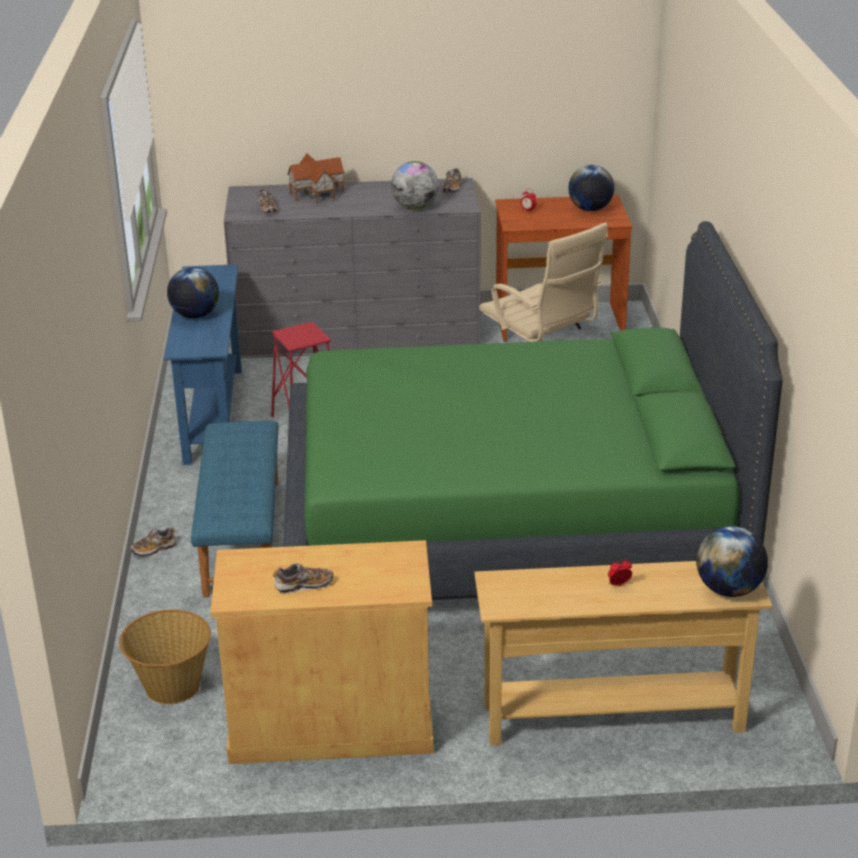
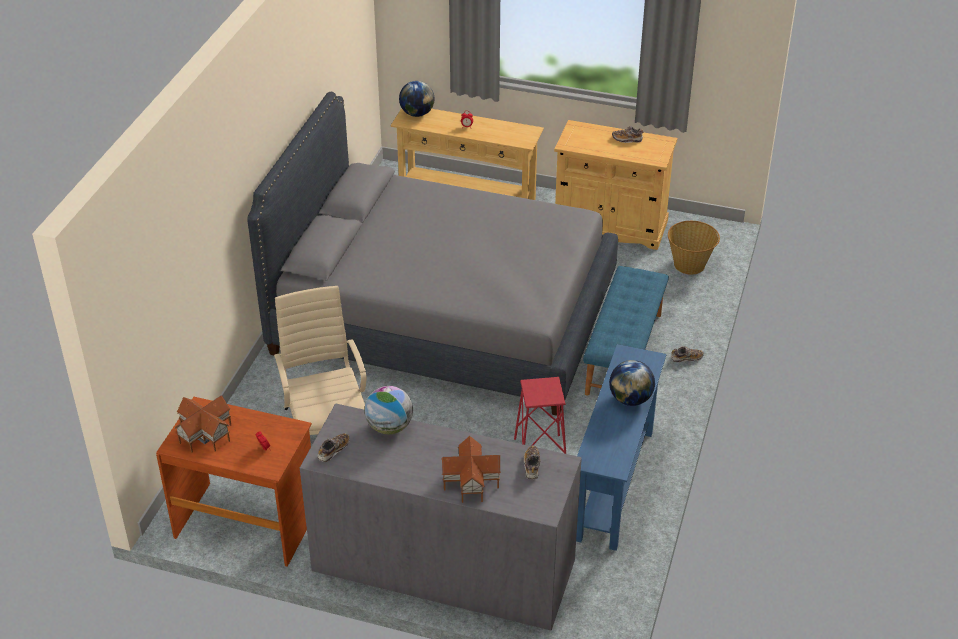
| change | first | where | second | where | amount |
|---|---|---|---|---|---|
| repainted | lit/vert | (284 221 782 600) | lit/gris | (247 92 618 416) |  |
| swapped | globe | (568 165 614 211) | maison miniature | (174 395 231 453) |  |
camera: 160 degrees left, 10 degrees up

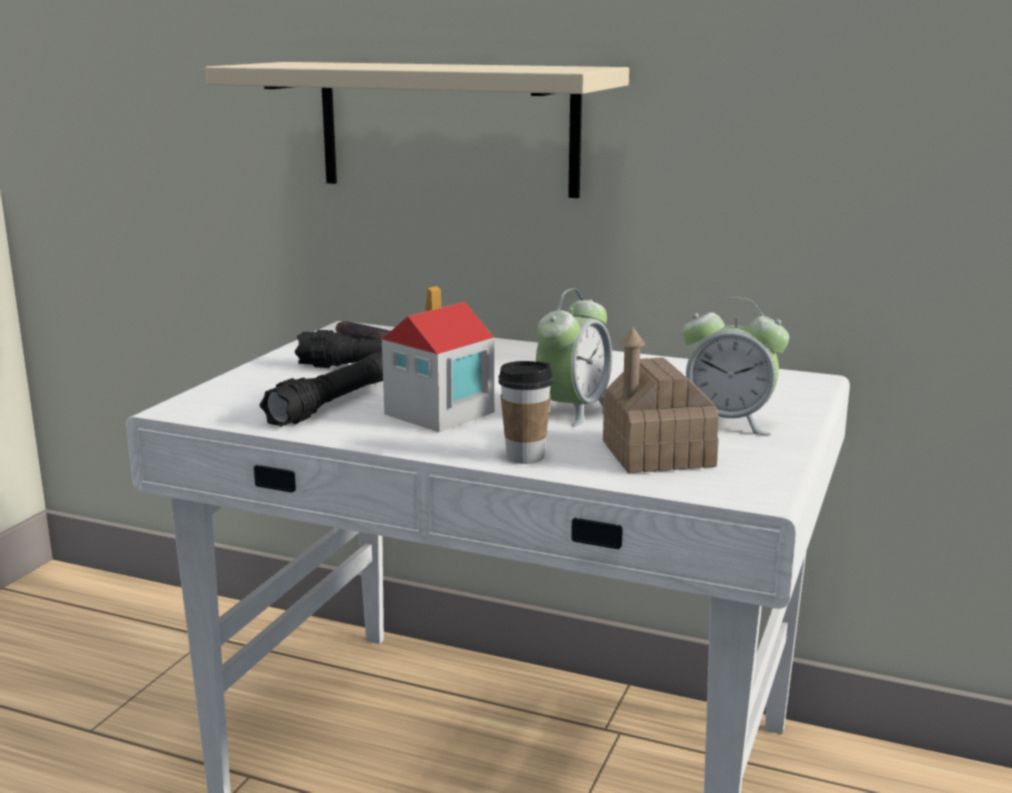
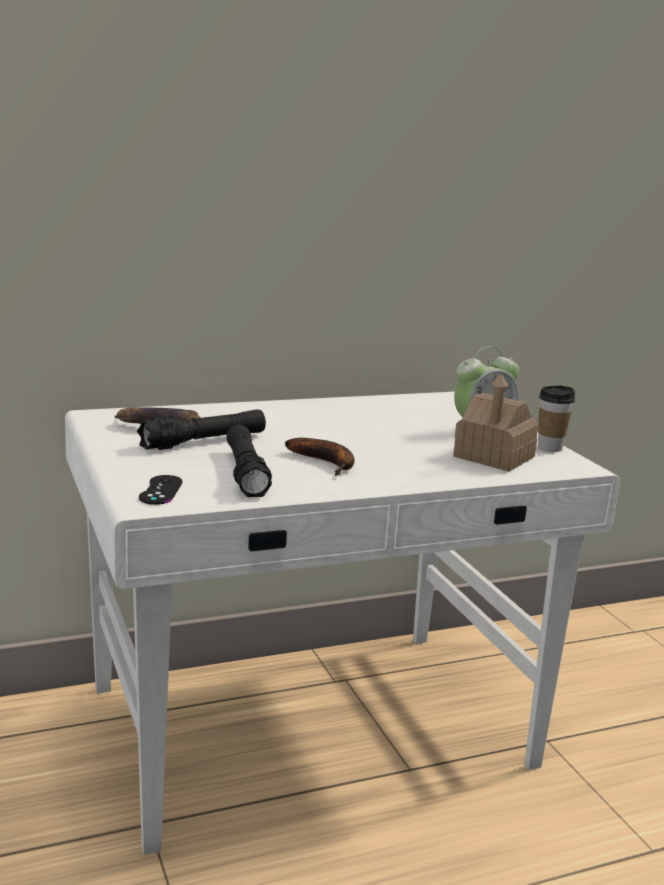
| change | first | where | second | where | amount |
|---|---|---|---|---|---|
| gone | étagère/beige | (205 62 629 198) |  |  |  |
| swapped | maison miniature | (382 286 494 432) | banane | (285 438 354 476) |  |
| shifted | tasse | (498 361 553 464) |  | (538 386 575 452) |  |
| gone | réveil | (536 289 612 427) |  |  |  |
| new |  |  | manette/noir | (139 475 183 505) |  |
camera: 45 degrees left, 0 degrees up

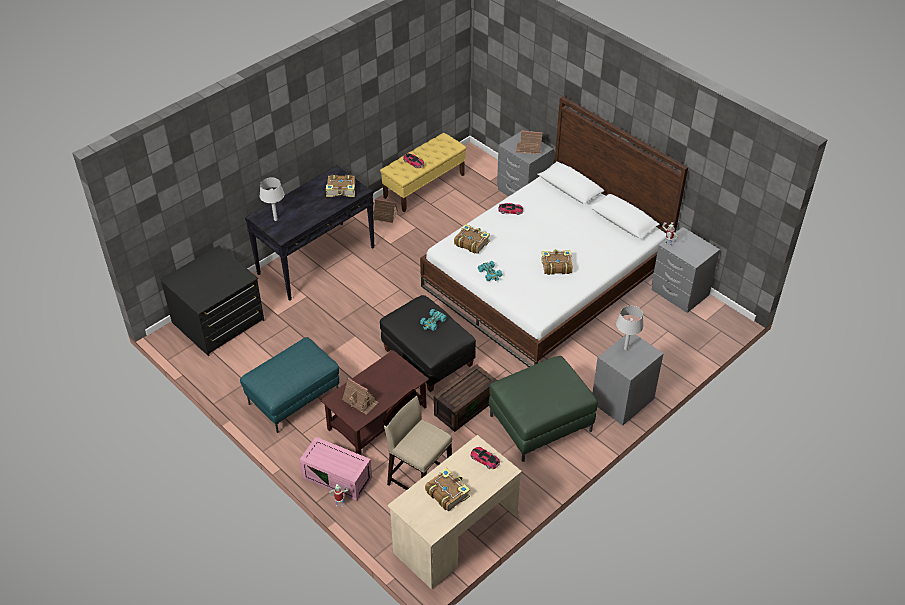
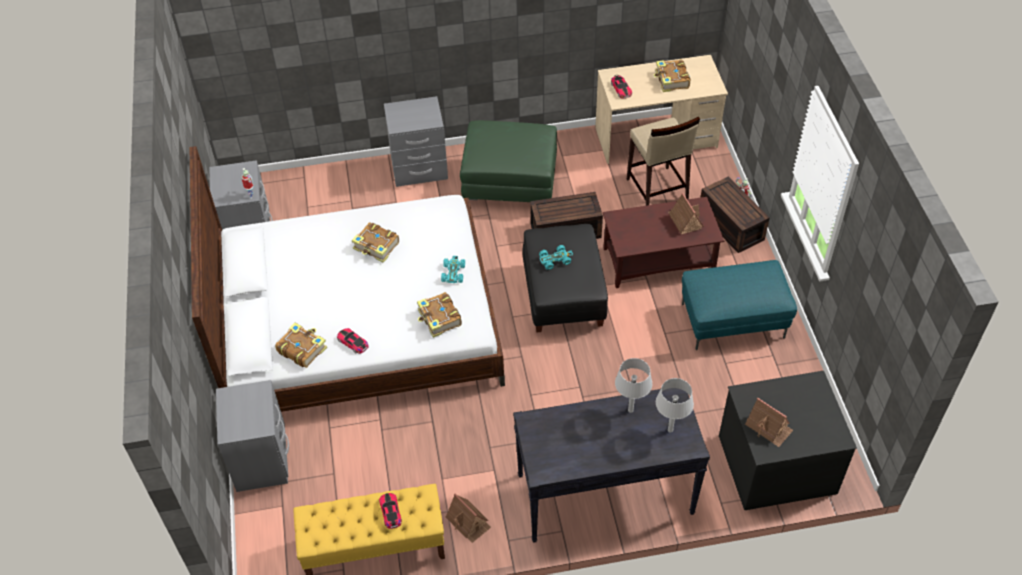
| change | first | where | second | where | amount |
|---|---|---|---|---|---|
| repainted | boîte de rangement/rose | (299 437 372 501) | boîte de rangement/marron | (701 176 769 253) |  |
| shifted | livre | (326 175 355 197) |  | (275 323 327 368) |  |
| shifted | maison miniature | (516 131 543 155) |  | (745 397 793 447) |  |
| shifted | lampe de table/gris | (616 306 644 350) |  | (615 358 652 413) |  |
camera: 145 degrees left, 5 degrees up

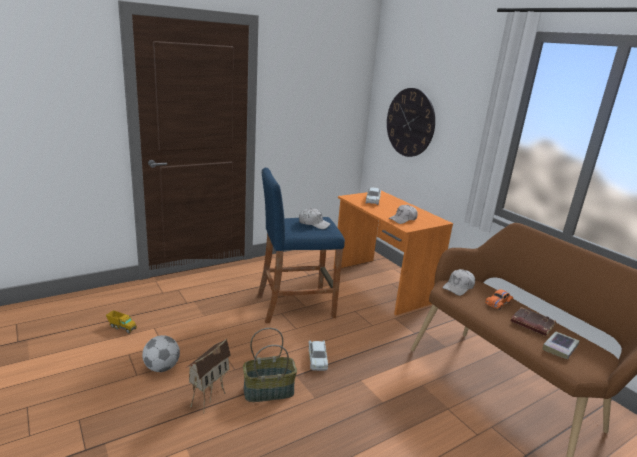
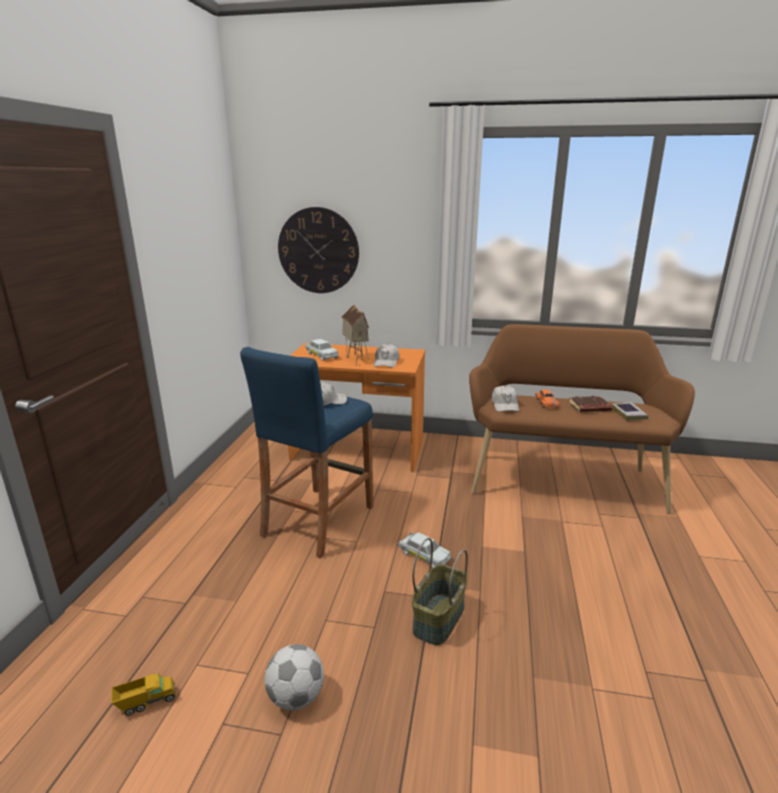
| change | first | where | second | where | amount |
|---|---|---|---|---|---|
| shifted | maison miniature | (186 339 231 413) |  | (341 304 370 366) |  |
camera: 45 degrees left, 0 degrees up

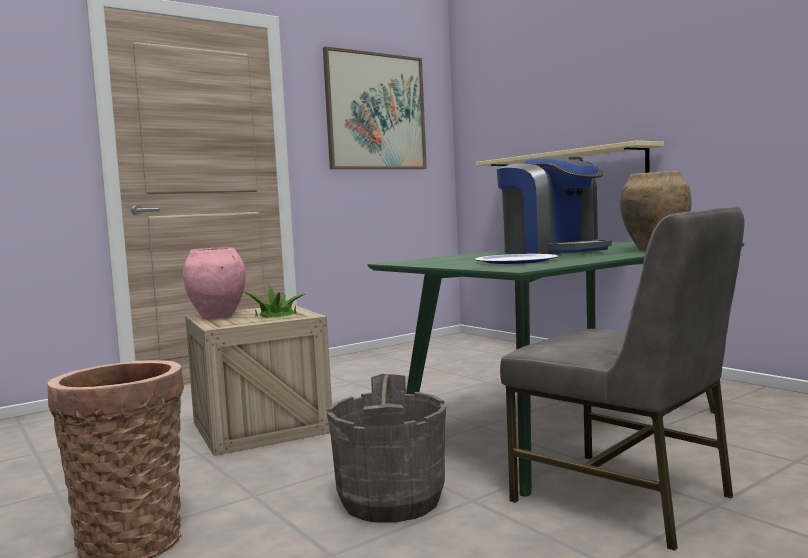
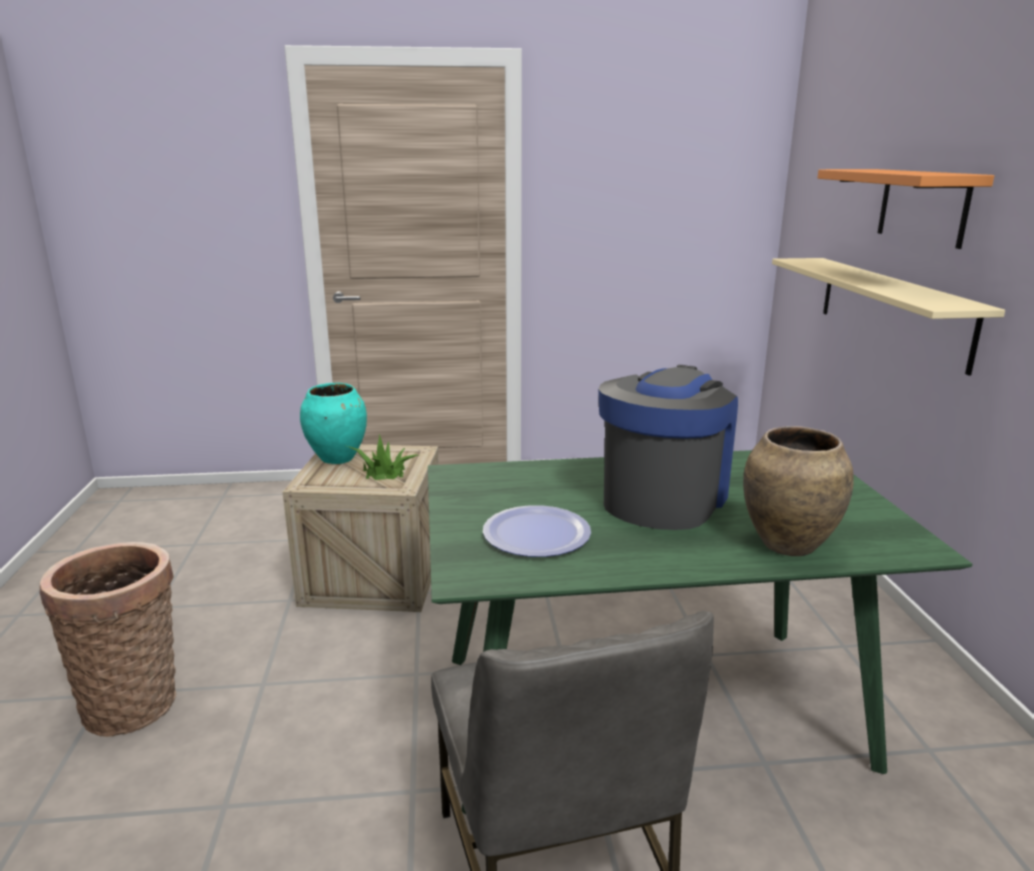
| change | first | where | second | where | amount |
|---|---|---|---|---|---|
| repainted | vase/rose | (183 247 246 319) | vase/turquoise | (300 383 367 464) |  |
| gone | tableau | (323 47 427 169) |  |  |  |
| gone | seau/gris | (327 374 446 523) |  |  |  |
| rotated | machine à café | (497 156 612 254) |  | (598 365 738 530) | 150 degrees counterclockwise |
| new |  |  | étagère/orange | (817 169 994 249) |  |
camera: 30 degrees right, 15 degrees up

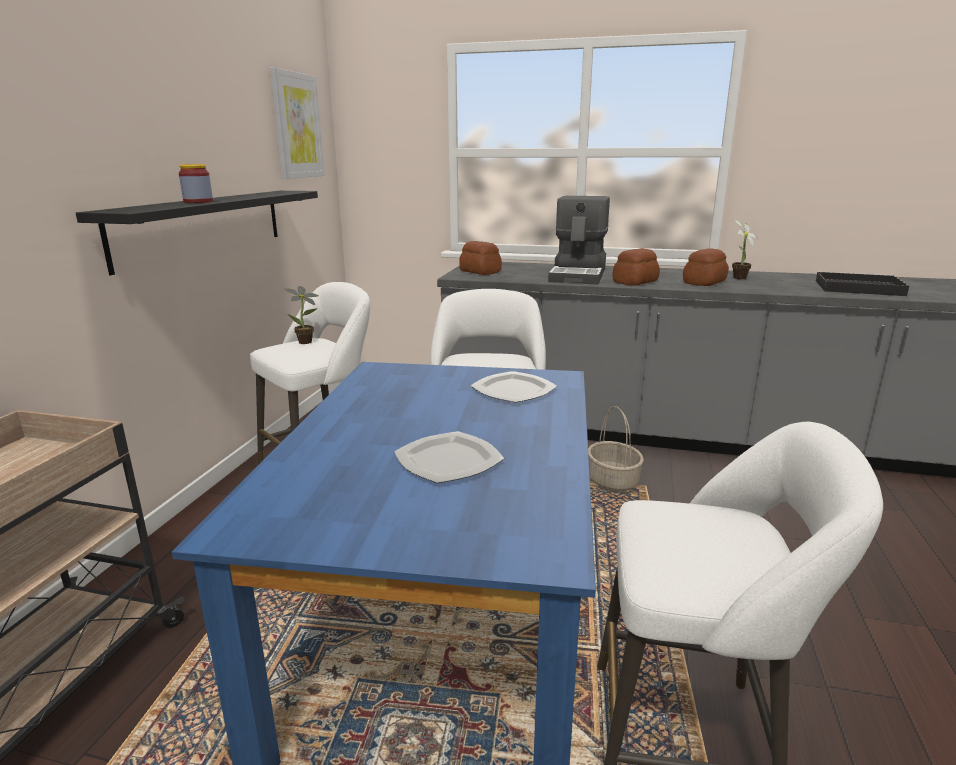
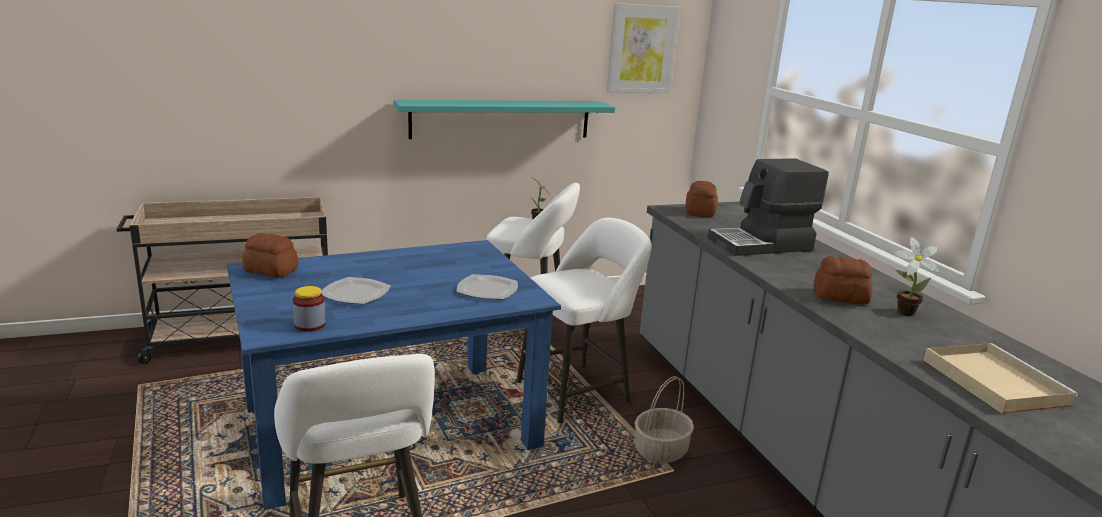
| change | first | where | second | where | amount |
|---|---|---|---|---|---|
| repainted | étagère/noir | (76 191 318 275) | étagère/turquoise | (393 100 615 139) |  |
| shifted | bocal | (179 164 213 203) |  | (293 286 326 332) |  |
| shifted | pain | (612 248 660 286) |  | (242 233 298 278) |  |
| repainted | plateau/noir | (816 271 909 296) | plateau/beige | (924 343 1078 414) |  |
camera: 55 degrees right, 0 degrees up

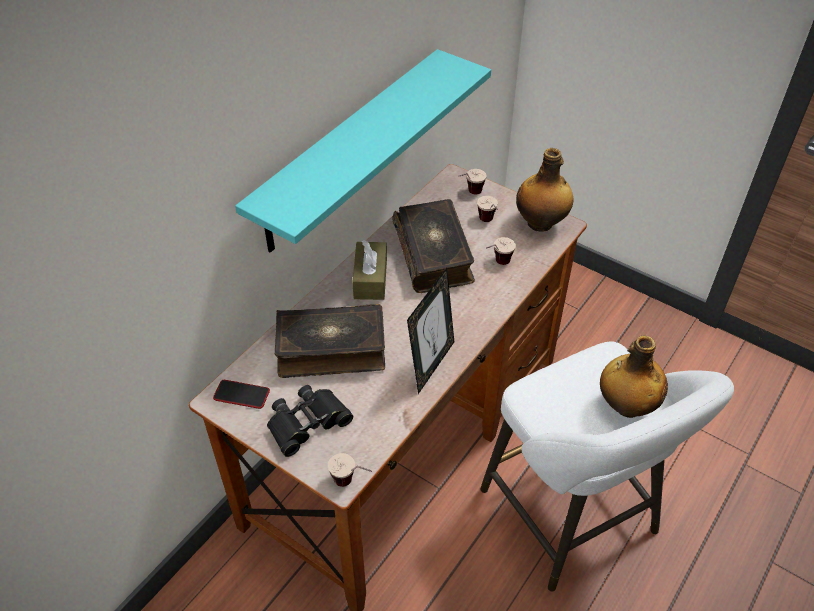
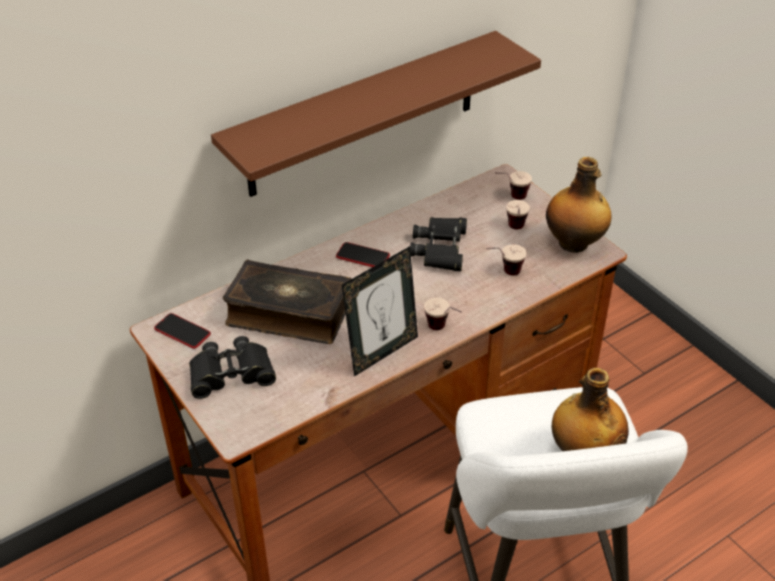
| change | first | where | second | where | amount |
|---|---|---|---|---|---|
| repainted | étagère/turquoise | (235 49 491 253) | étagère/marron | (211 31 541 197) |  |
| shifted | tasse | (328 453 372 487) |  | (424 298 462 330) |  |
| swapped | boîte à mouchoirs/marron | (352 240 387 300) | téléphone | (336 242 390 267) |  |
| swapped | livre | (392 199 475 293) | jumelles/noir | (410 217 467 271) |  |
camera: 20 degrees right, 5 degrees down

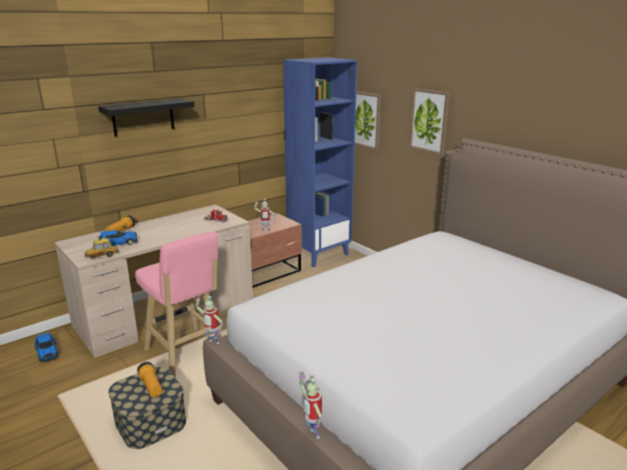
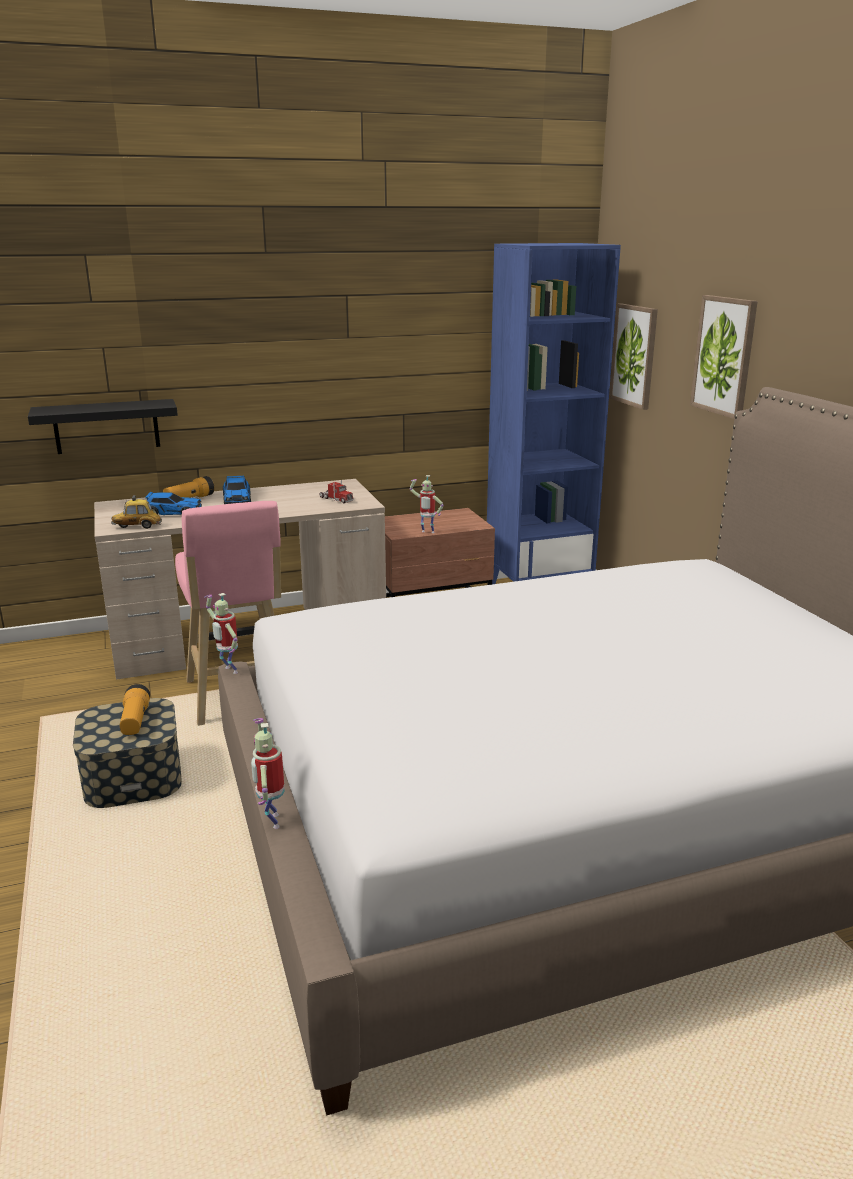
| change | first | where | second | where | amount |
|---|---|---|---|---|---|
| shifted | petite voiture | (34 333 59 363) |  | (223 476 251 504) |  |
| shifted | étagère/noir | (98 98 195 137) |  | (28 399 178 454) |  |
camera: 20 degrees right, 0 degrees up

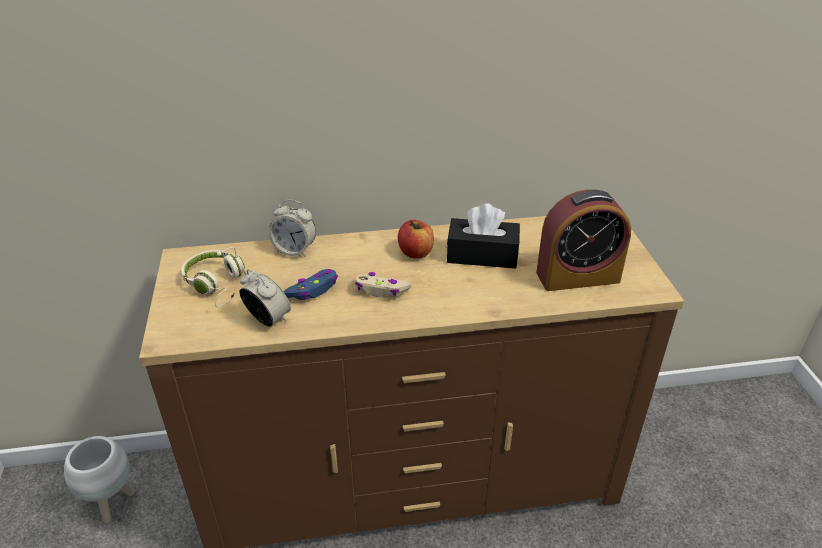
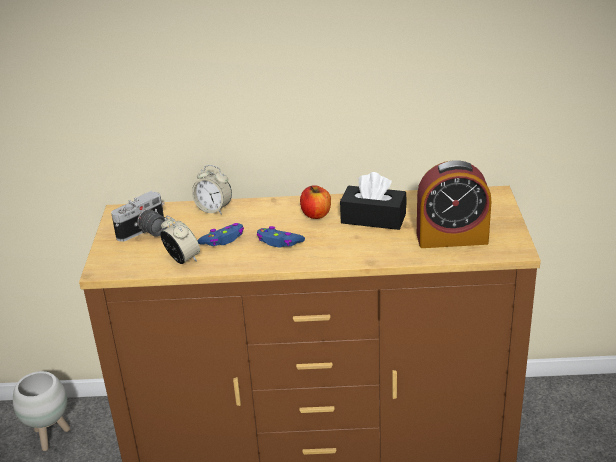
| change | first | where | second | where | amount |
|---|---|---|---|---|---|
| swapped | casque audio/beige | (181 247 245 307) | appareil photo | (111 191 168 242) |  |
| repainted | manette/beige | (355 272 411 298) | manette/bleu | (257 226 305 248) |  |
camera: 10 degrees right, 5 degrees down

